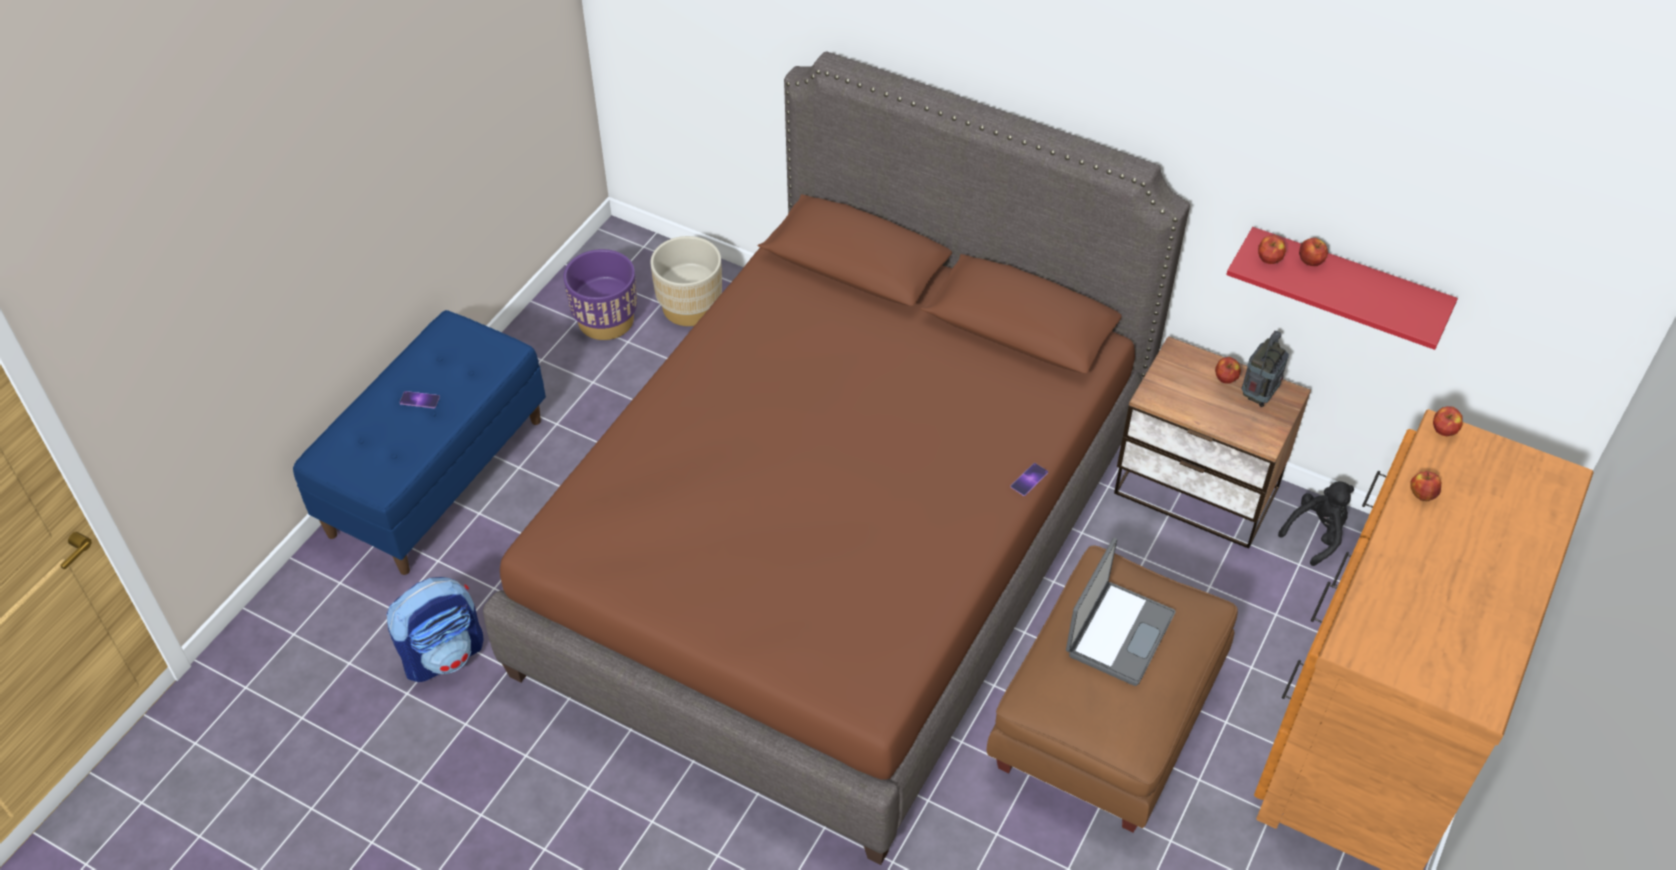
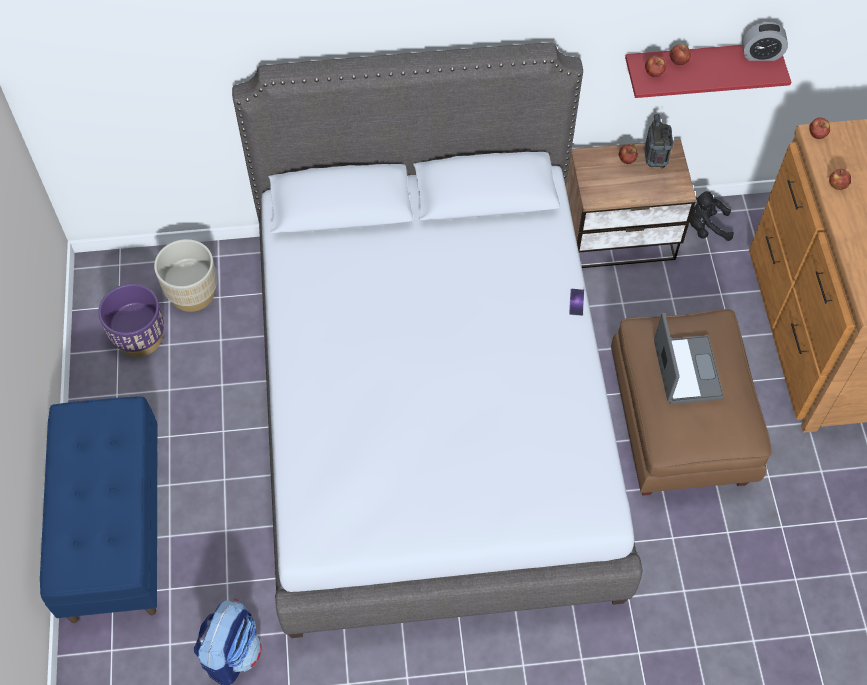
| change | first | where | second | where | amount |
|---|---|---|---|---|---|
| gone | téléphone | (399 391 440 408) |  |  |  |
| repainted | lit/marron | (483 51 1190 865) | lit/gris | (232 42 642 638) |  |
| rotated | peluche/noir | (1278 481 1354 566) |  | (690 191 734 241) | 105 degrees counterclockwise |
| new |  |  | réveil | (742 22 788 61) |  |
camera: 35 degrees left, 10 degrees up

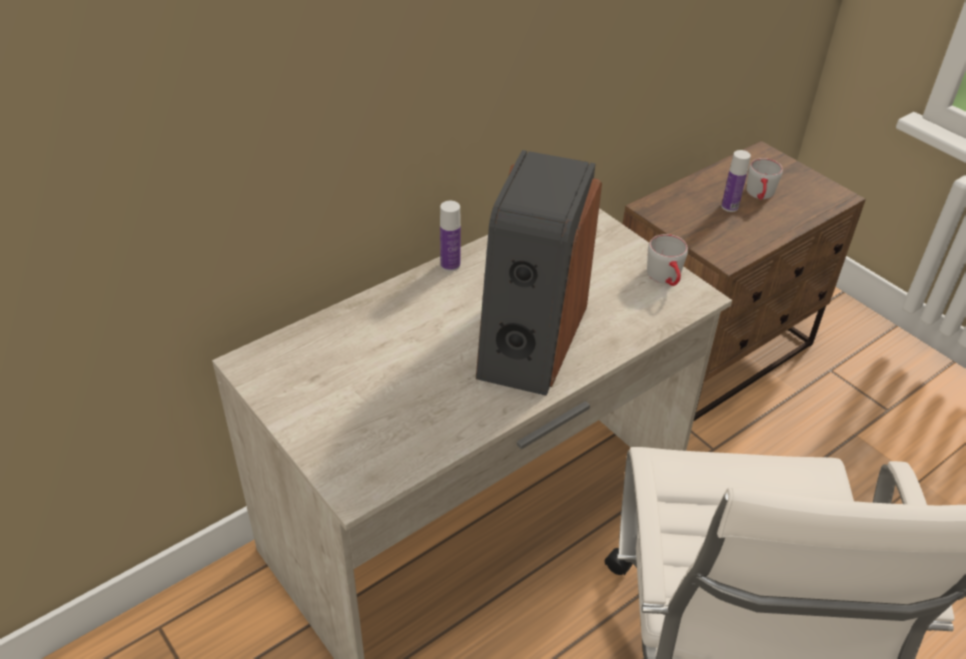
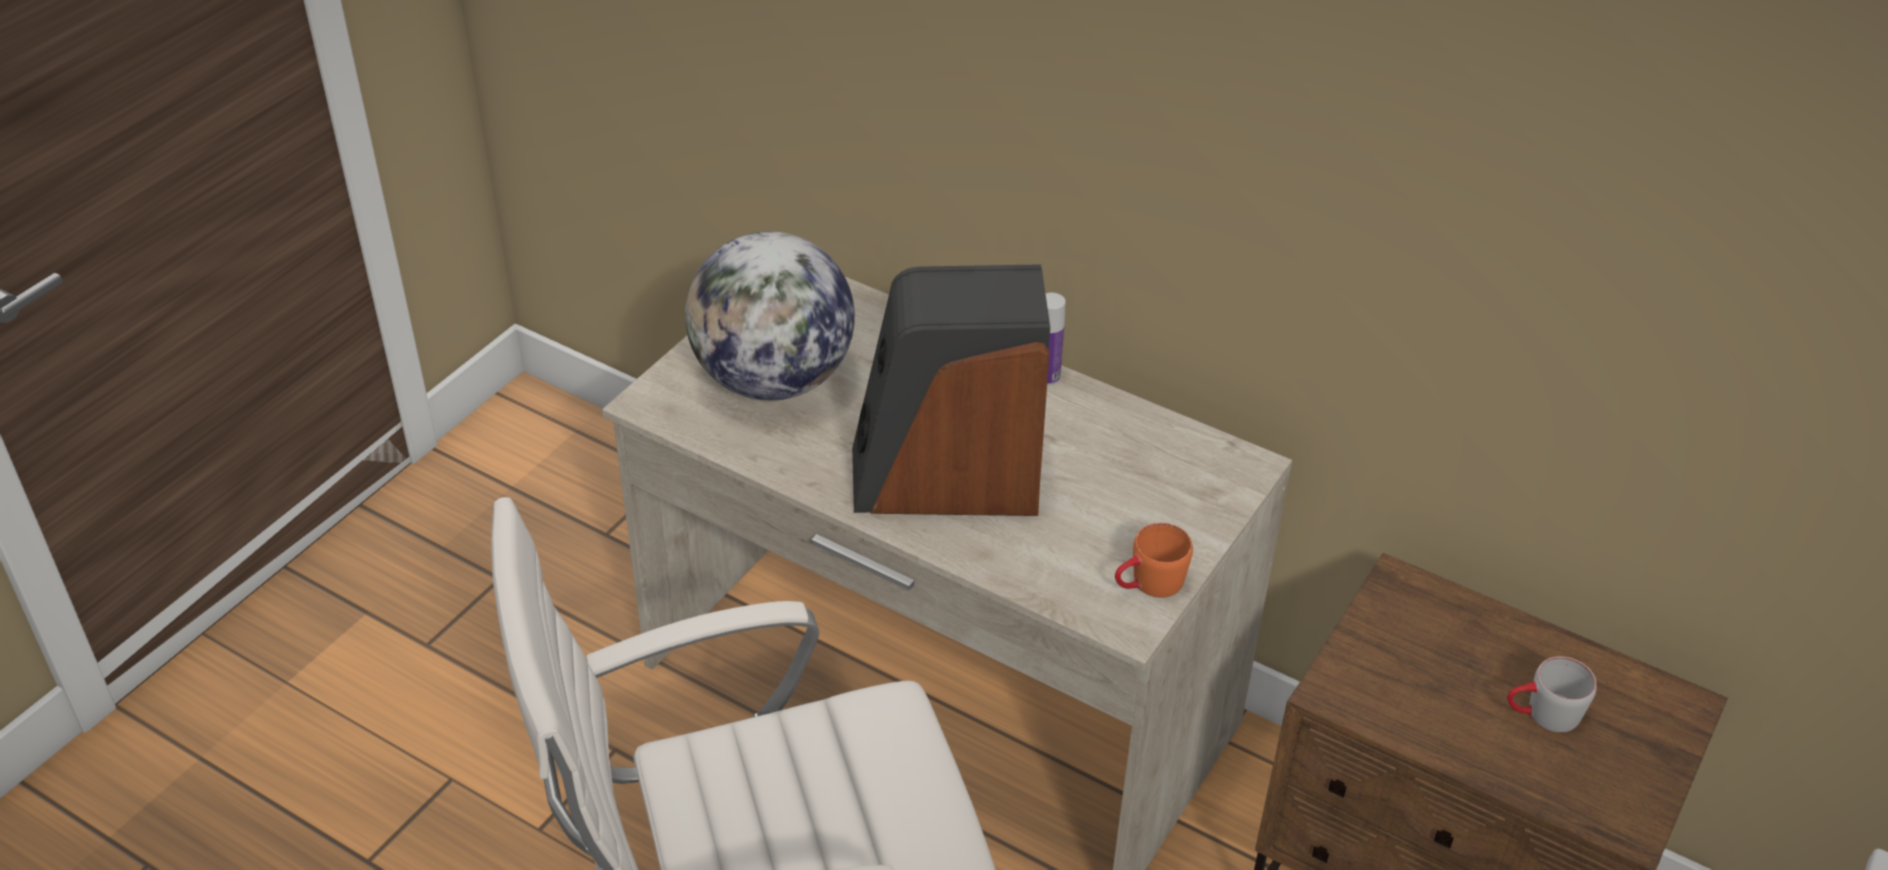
| change | first | where | second | where | amount |
|---|---|---|---|---|---|
| repainted | mug/gris | (647 234 688 286) | mug/orange | (1115 523 1193 598) |  |
| gone | bouteille | (721 150 751 212) |  |  |  |
| new |  |  | globe | (685 232 855 401) |  |
camera: 70 degrees right, 0 degrees up

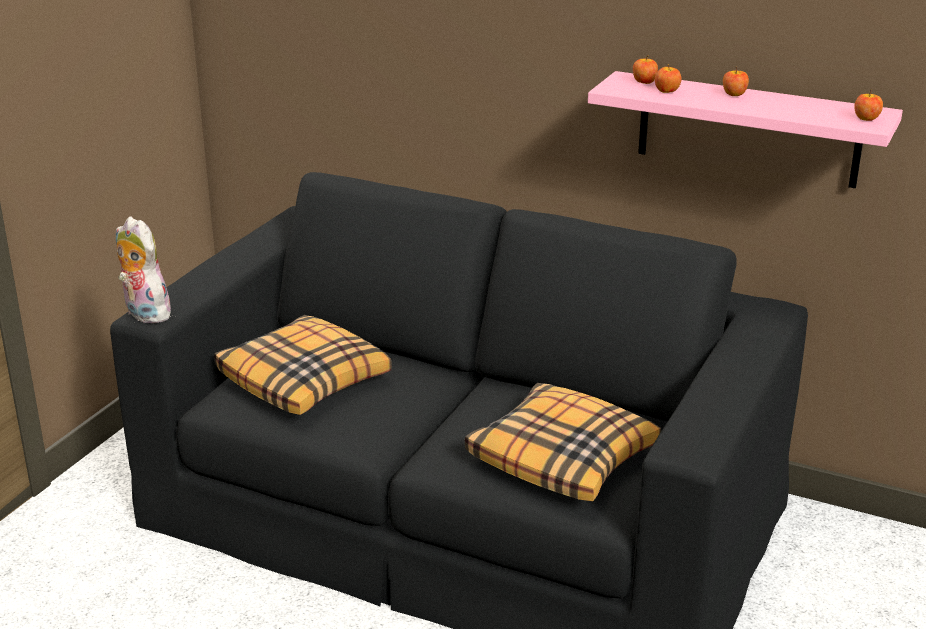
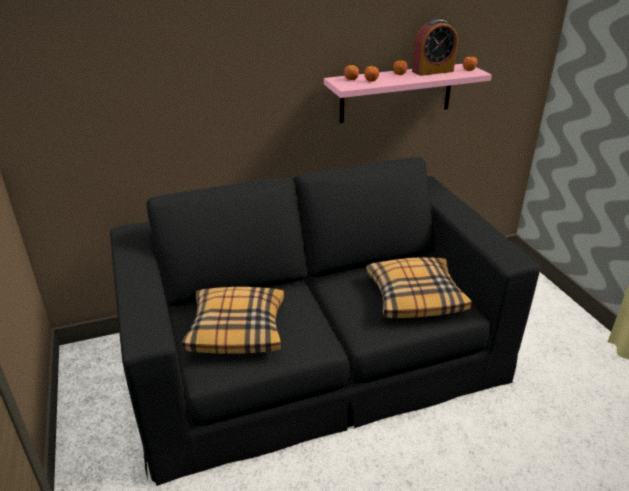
| change | first | where | second | where | amount |
|---|---|---|---|---|---|
| gone | peluche | (116 216 171 324) |  |  |  |
| new |  |  | réveil | (412 19 458 76) |  |
camera: 45 degrees left, 5 degrees up

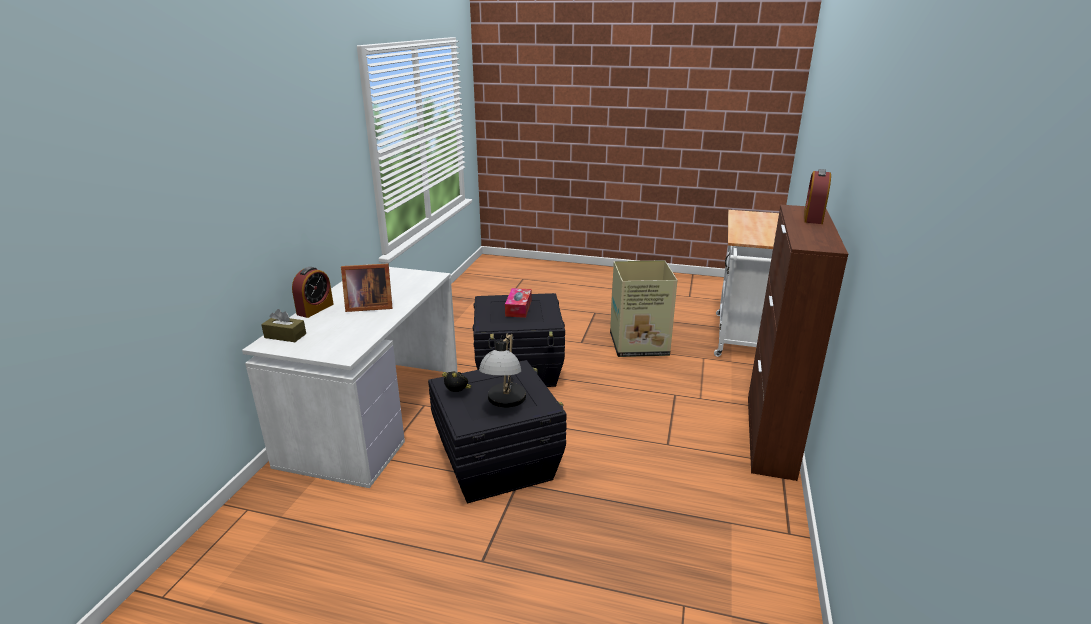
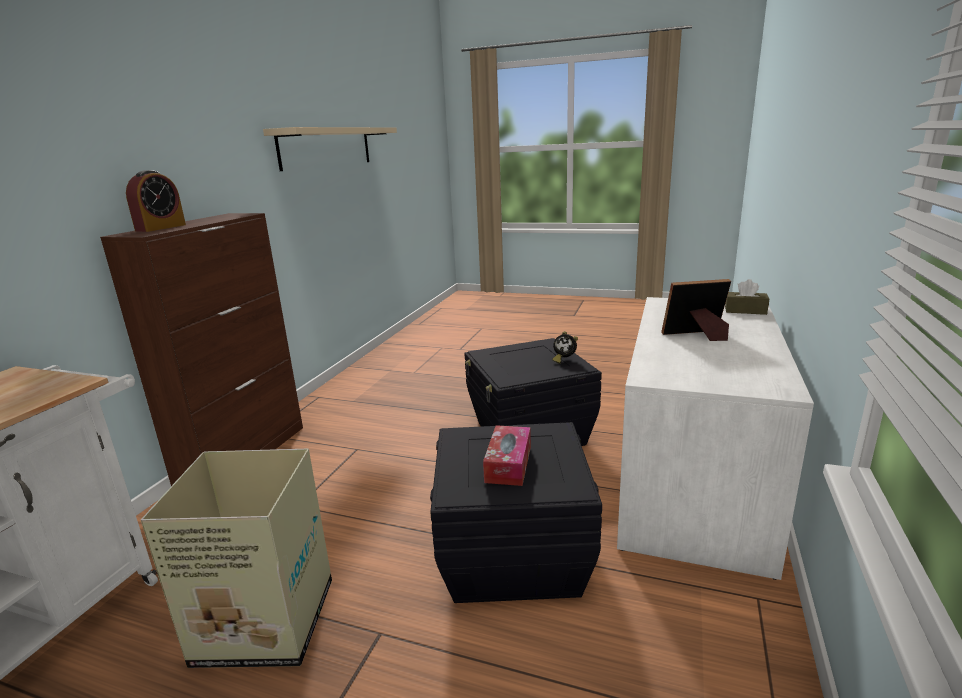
| change | first | where | second | where | amount |
|---|---|---|---|---|---|
| gone | réveil | (292 267 334 318) |  |  |  |
| gone | lampe de table | (479 334 526 408) |  |  |  |
| new |  |  | étagère/beige | (263 127 397 171) |  |
camera: 175 degrees left, 5 degrees down

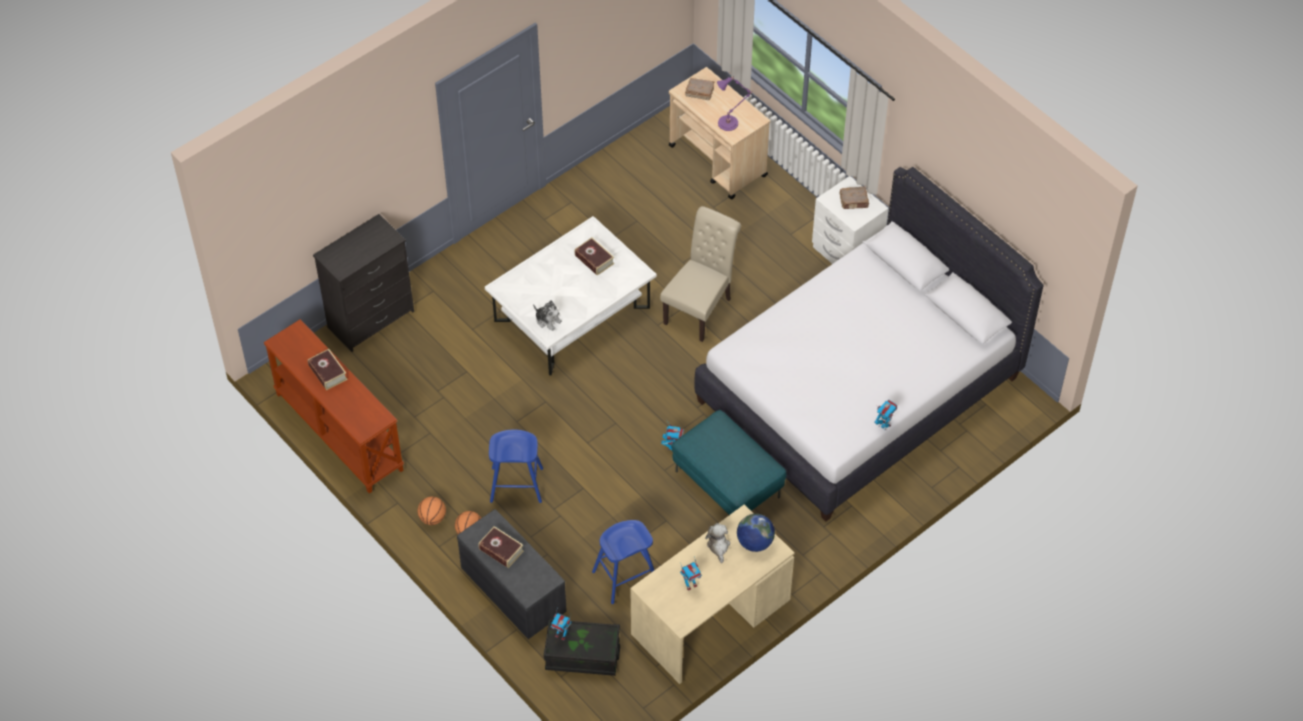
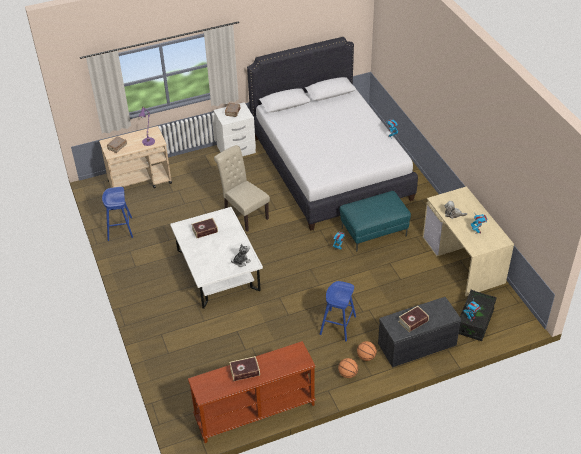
| change | first | where | second | where | amount |
|---|---|---|---|---|---|
| gone | commode/noir | (313 214 414 352) |  |  |  |
| shifted | tabouret/bleu | (592 520 654 604) |  | (102 187 133 241) |  |
| gone | globe | (737 514 775 552) |  |  |  |
camera: 70 degrees left, 10 degrees down

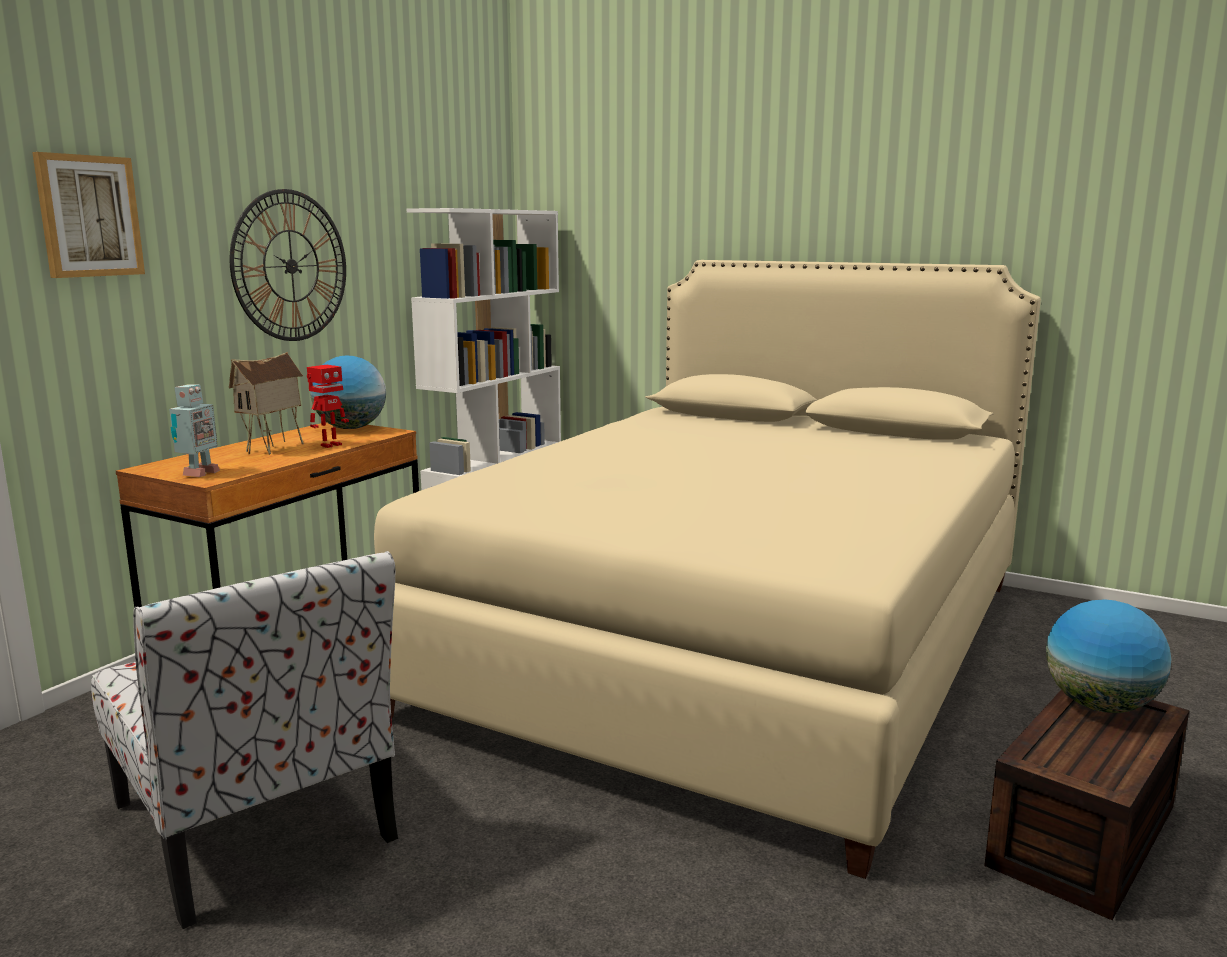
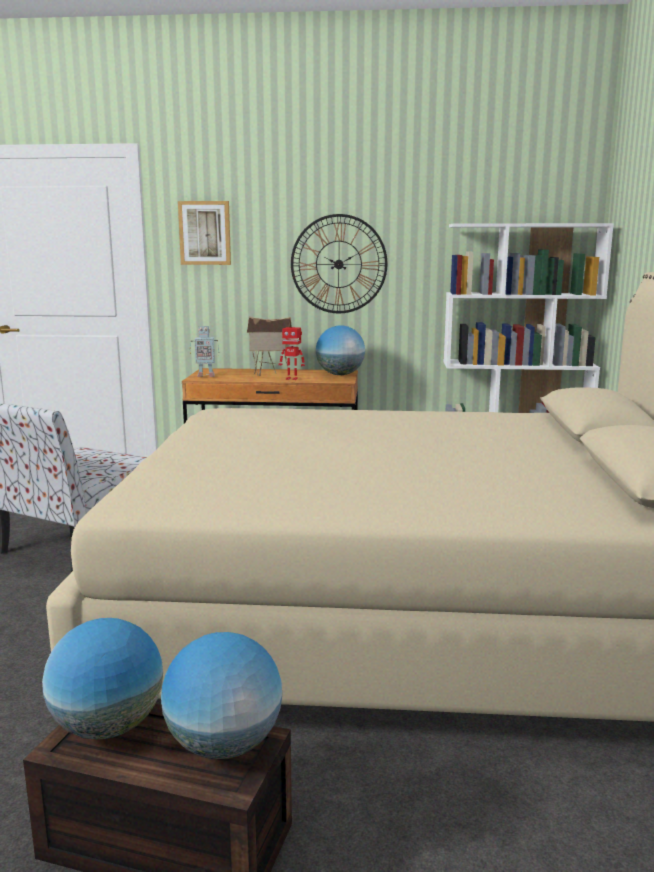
| change | first | where | second | where | amount |
|---|---|---|---|---|---|
| new |  |  | globe | (42 618 163 740) |  |
camera: 65 degrees right, 0 degrees up

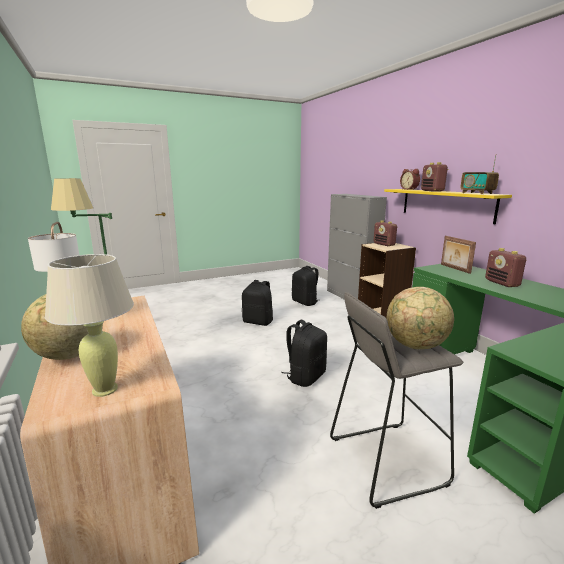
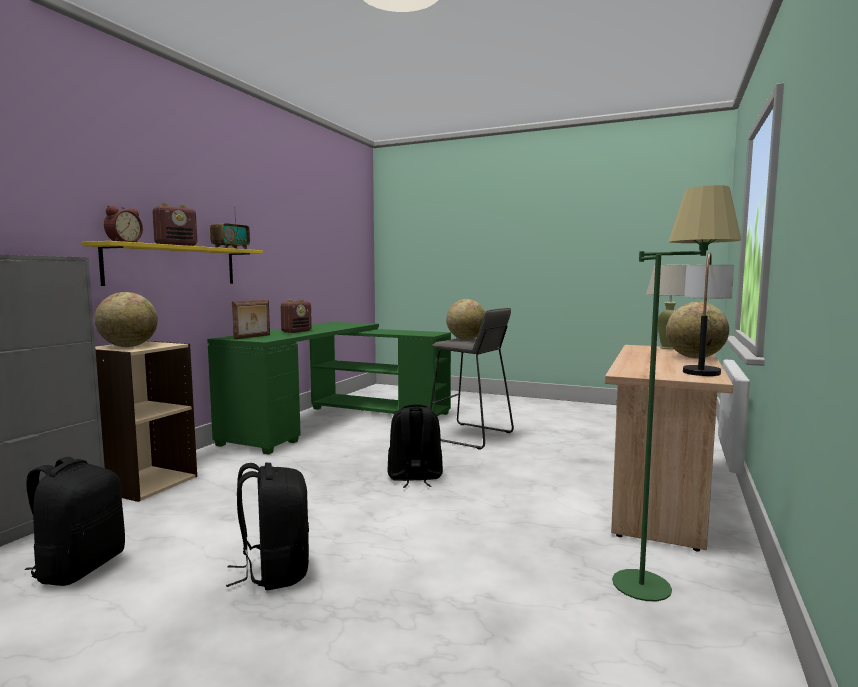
| change | first | where | second | where | amount |
|---|---|---|---|---|---|
| swapped | radio | (374 220 398 246) | globe | (94 292 158 347) |  |
camera: 130 degrees left, 10 degrees down

